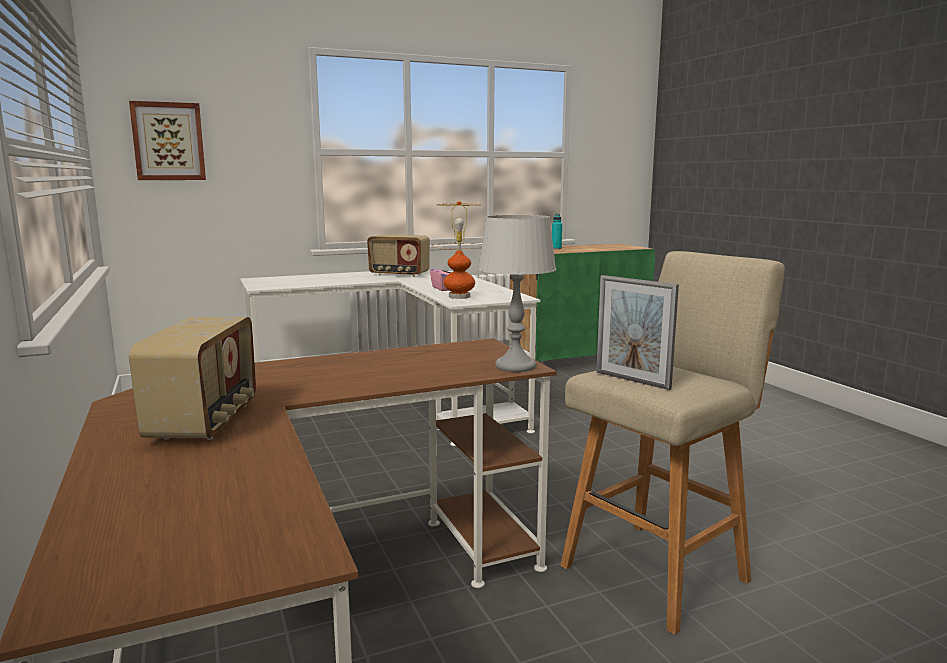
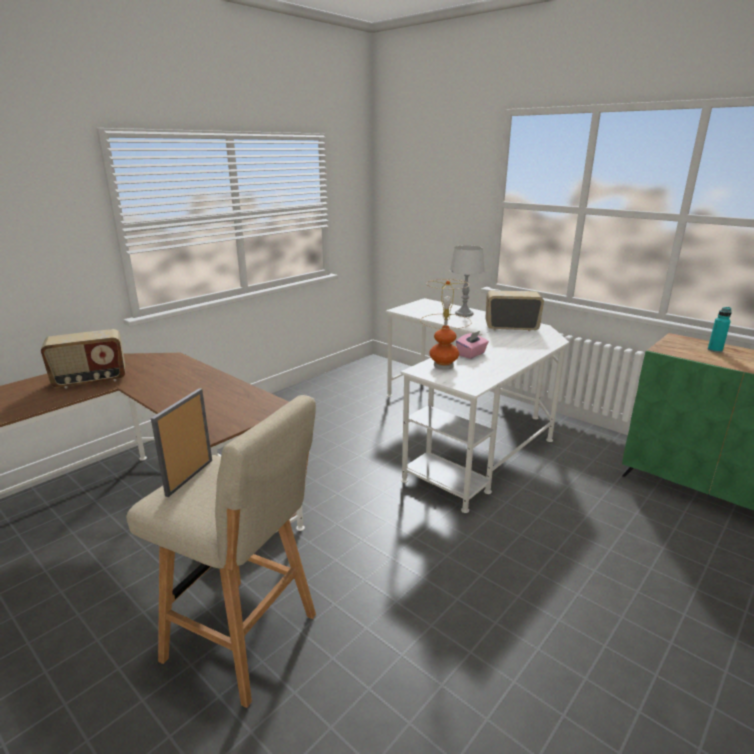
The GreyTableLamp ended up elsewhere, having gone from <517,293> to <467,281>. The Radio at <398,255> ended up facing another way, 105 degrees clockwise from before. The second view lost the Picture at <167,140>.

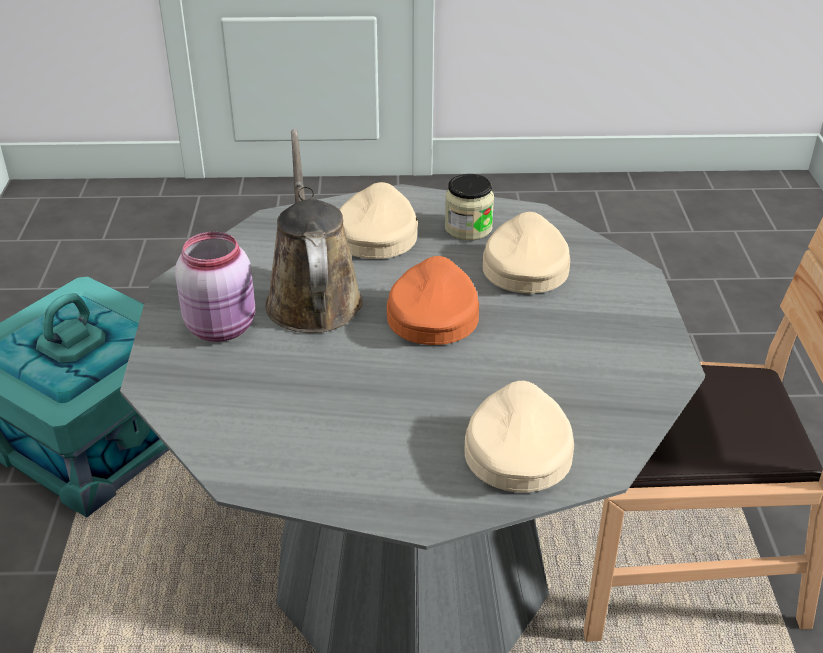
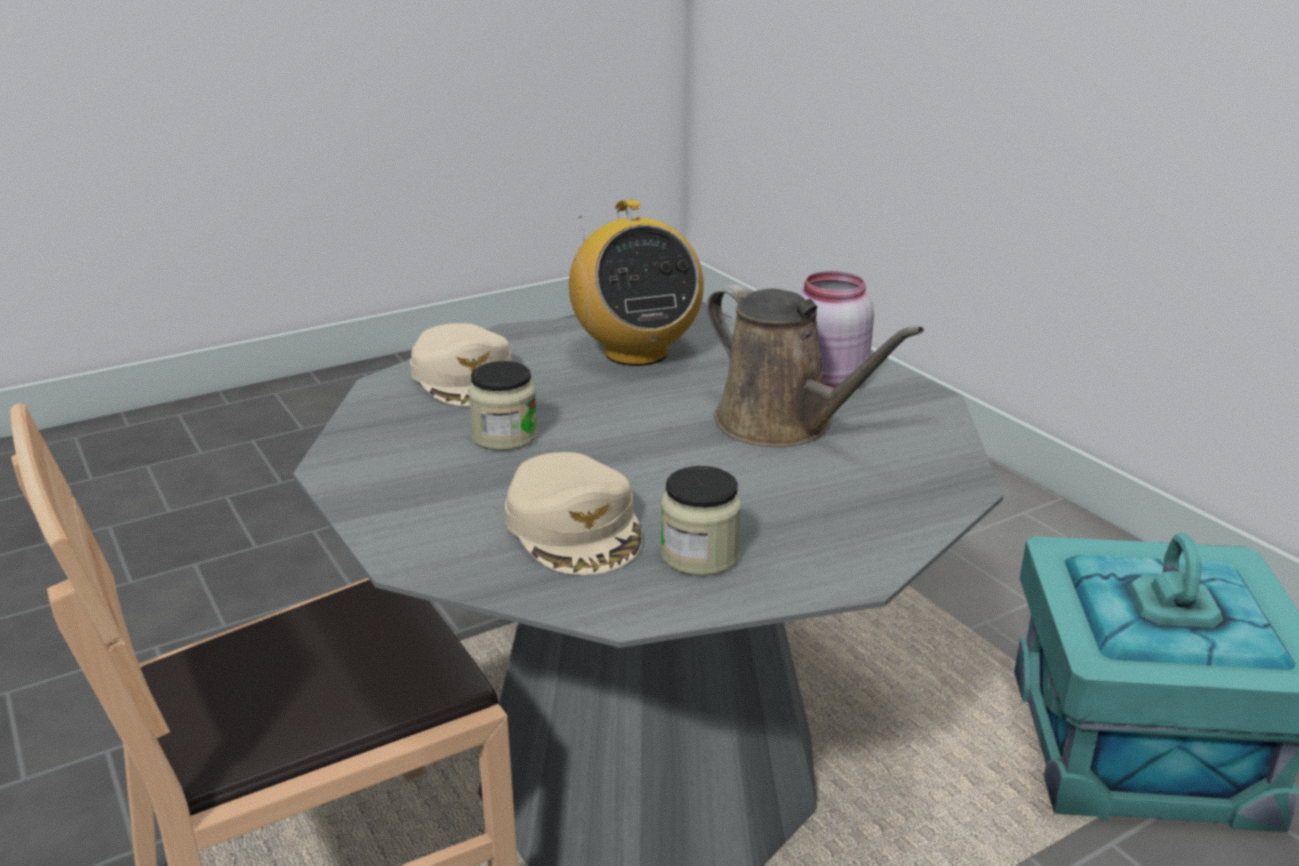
The second view gained the Jar at <503,406>. The second view gained the Radio at <636,282>. The second view lost the BeigeCap at <378,220>. The second view lost the OrangeCap at <433,300>.

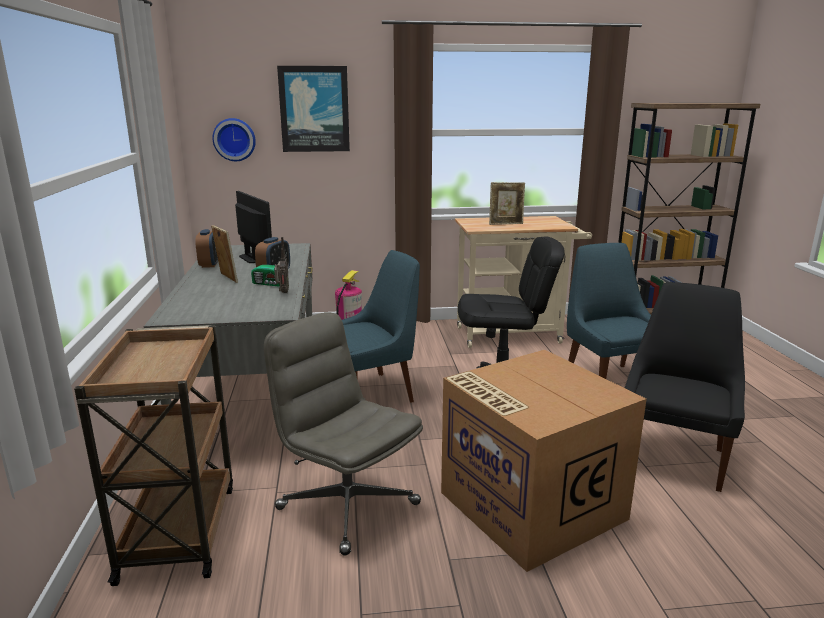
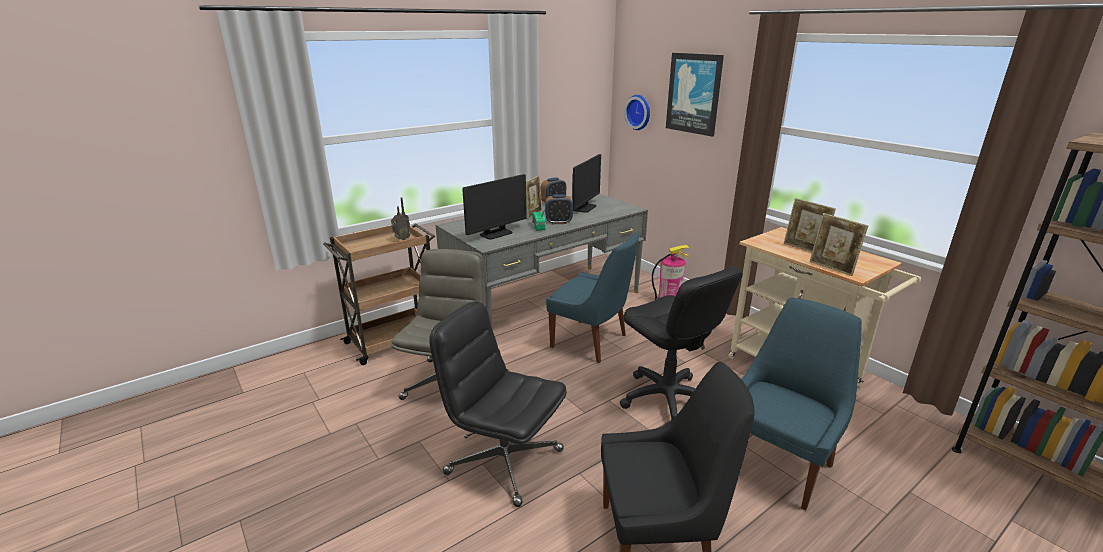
The Radio ended up elsewhere, having gone from <281,265> to <401,218>. Where the CardboardBox stood at <544,461>, the BlackOfficeChair came to stand at <498,404>. The second view gained the Monitor at <494,207>. The second view gained the PictureFrame at <839,244>.

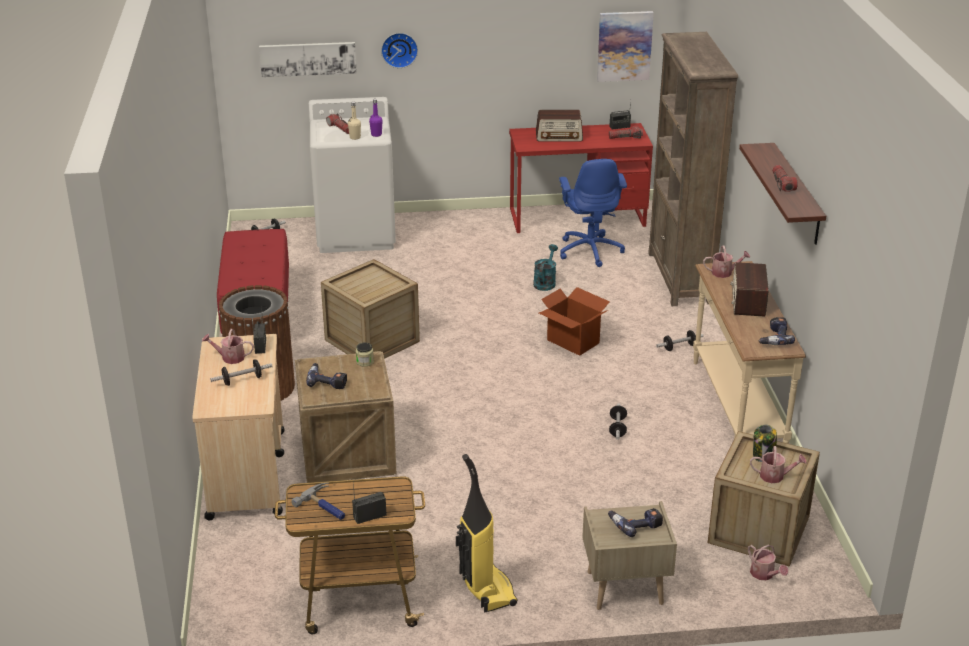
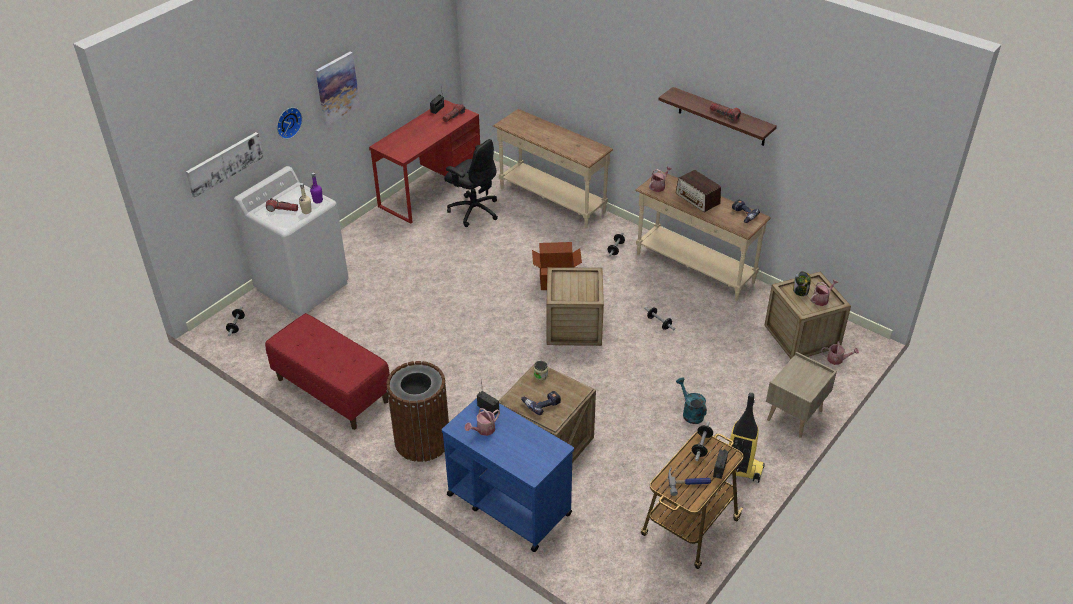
The Picture ended up elsewhere, having gone from <625,46> to <338,89>. What was the BeigeCart at <238,427> turned into the BlueCart at <508,475>. What was the BlueOfficeChair at <593,213> turned into the BlackOfficeChair at <471,183>. Where the BrownBookcase stood at <693,169>, the BeigeConsoleTable came to stand at <553,168>. The Crate ended up elsewhere, having gone from <370,309> to <575,306>. The TurquoiseWateringCan ended up elsewhere, having gone from <545,267> to <691,401>. The Dumbbell ended up elsewhere, having gone from <241,372> to <702,441>. The second view lost the Radio at <559,126>. The second view lost the PowerDrill at <635,522>.

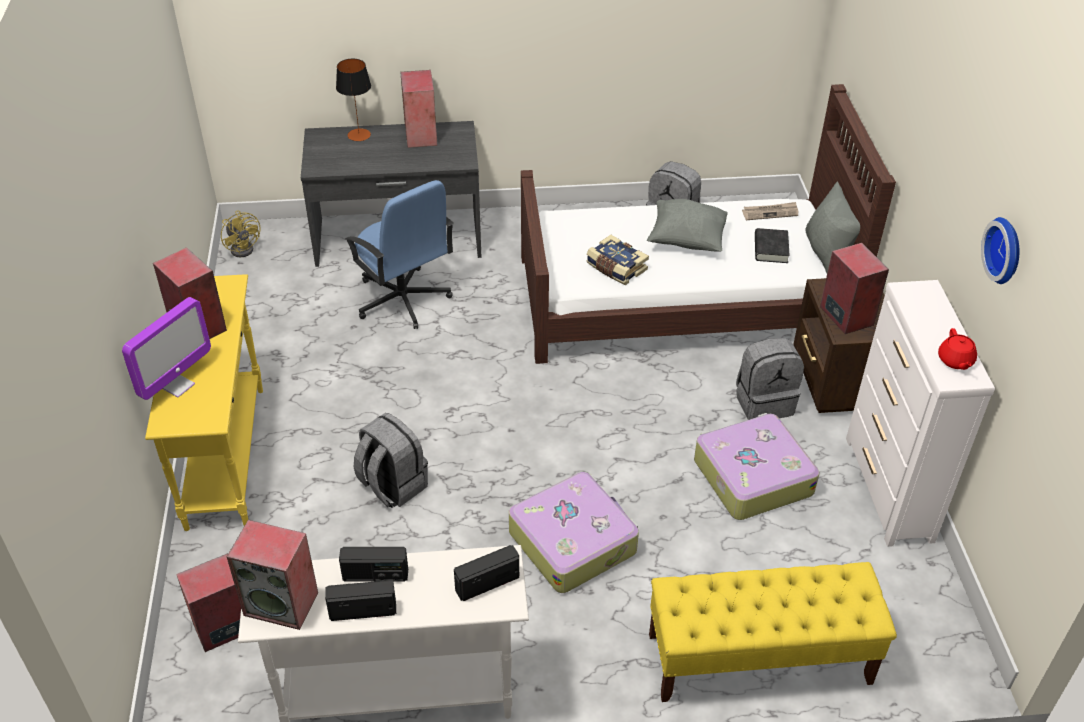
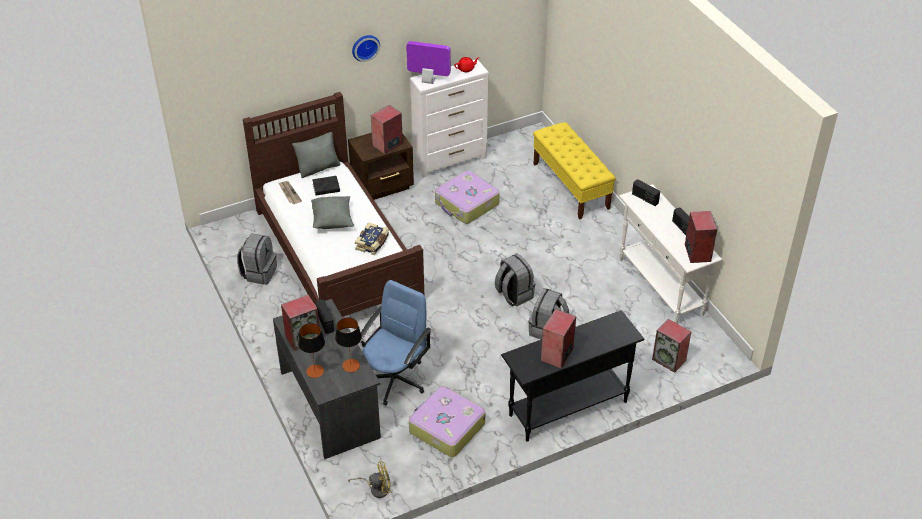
The Radio ended up elsewhere, having gone from <373,564> to <325,317>. The second view gained the TableLamp at <348,345>. The YellowFan at <241,234> ended up facing another way, 45 degrees clockwise from before. The WallClock ended up elsewhere, having gone from <1000,250> to <366,48>. The Monitor ended up elsewhere, having gone from <166,348> to <428,62>. The Suitcase ended up elsewhere, having gone from <574,532> to <447,421>. The GreyBackpack ended up elsewhere, having gone from <770,379> to <515,280>. What was the YellowConsoleTable at <204,402> turned into the BlackConsoleTable at <573,376>.

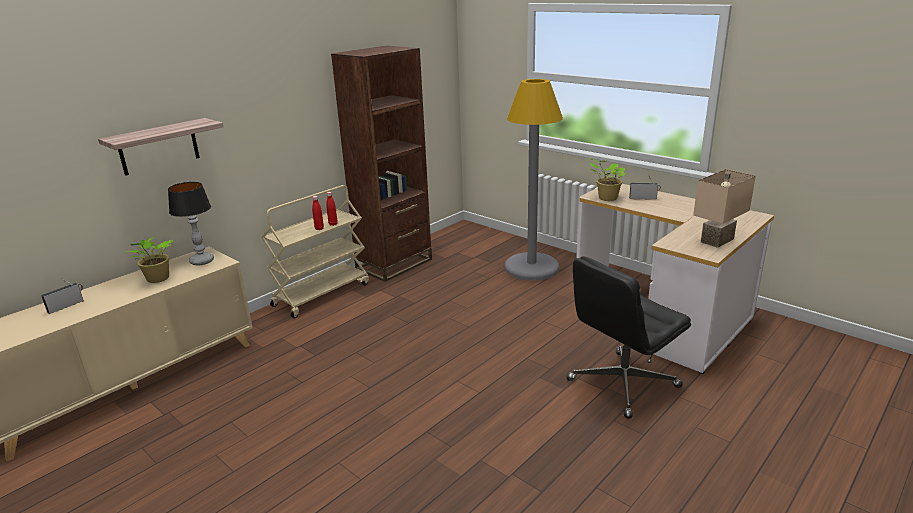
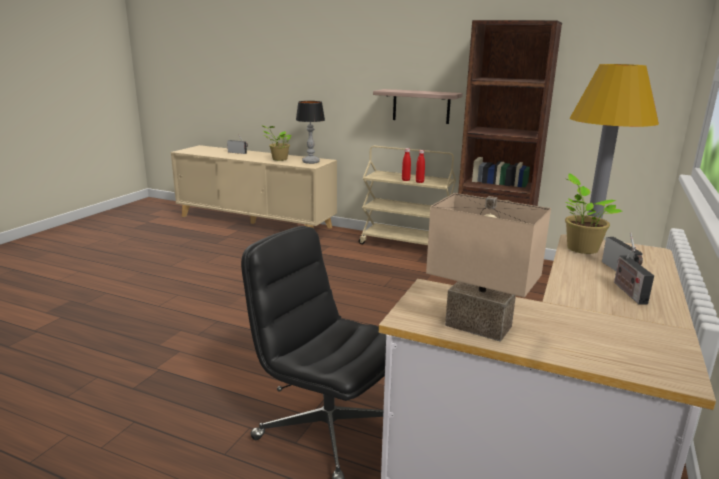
The Shelf ended up elsewhere, having gone from <161,147> to <418,106>. The second view gained the Radio at <634,275>.

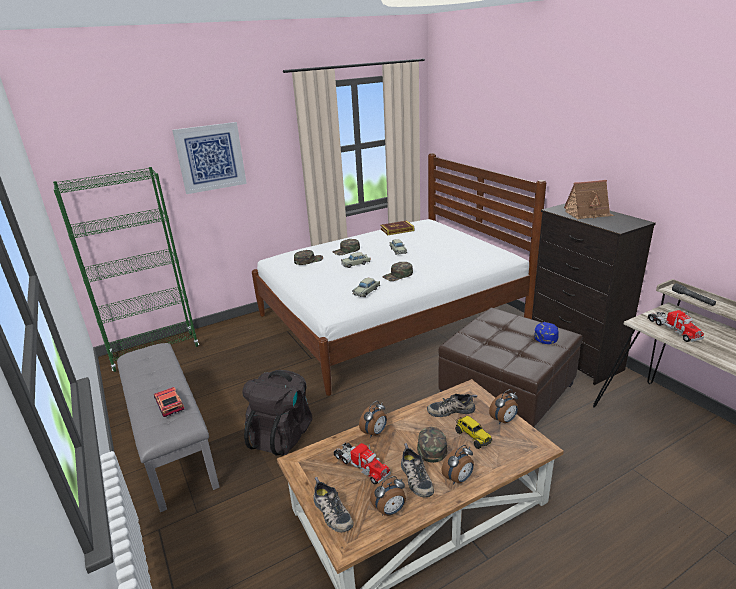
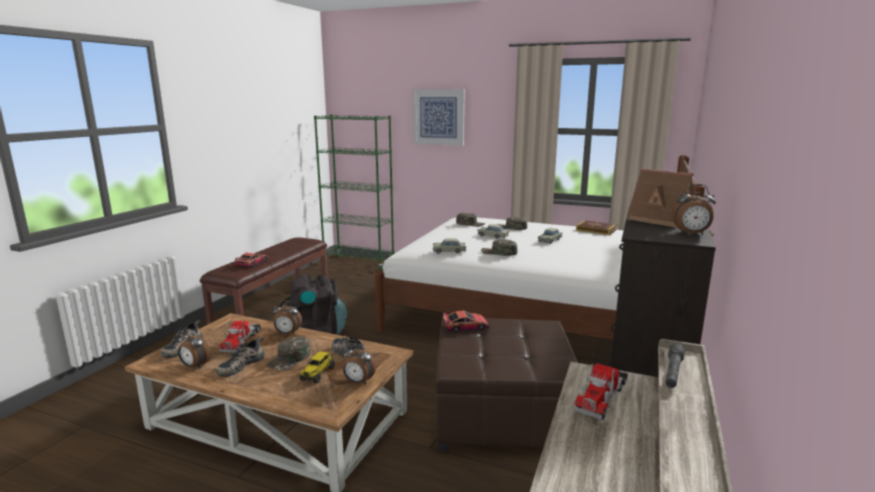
What was the GreyBench at <168,427> turned into the BrownBench at <264,281>. The GreenCap at <432,445> ended up facing another way, 150 degrees clockwise from before. The second view gained the ToyCar at <466,321>. The AlarmClock ended up elsewhere, having gone from <457,464> to <694,209>. The second view lost the BlueCap at <546,333>.

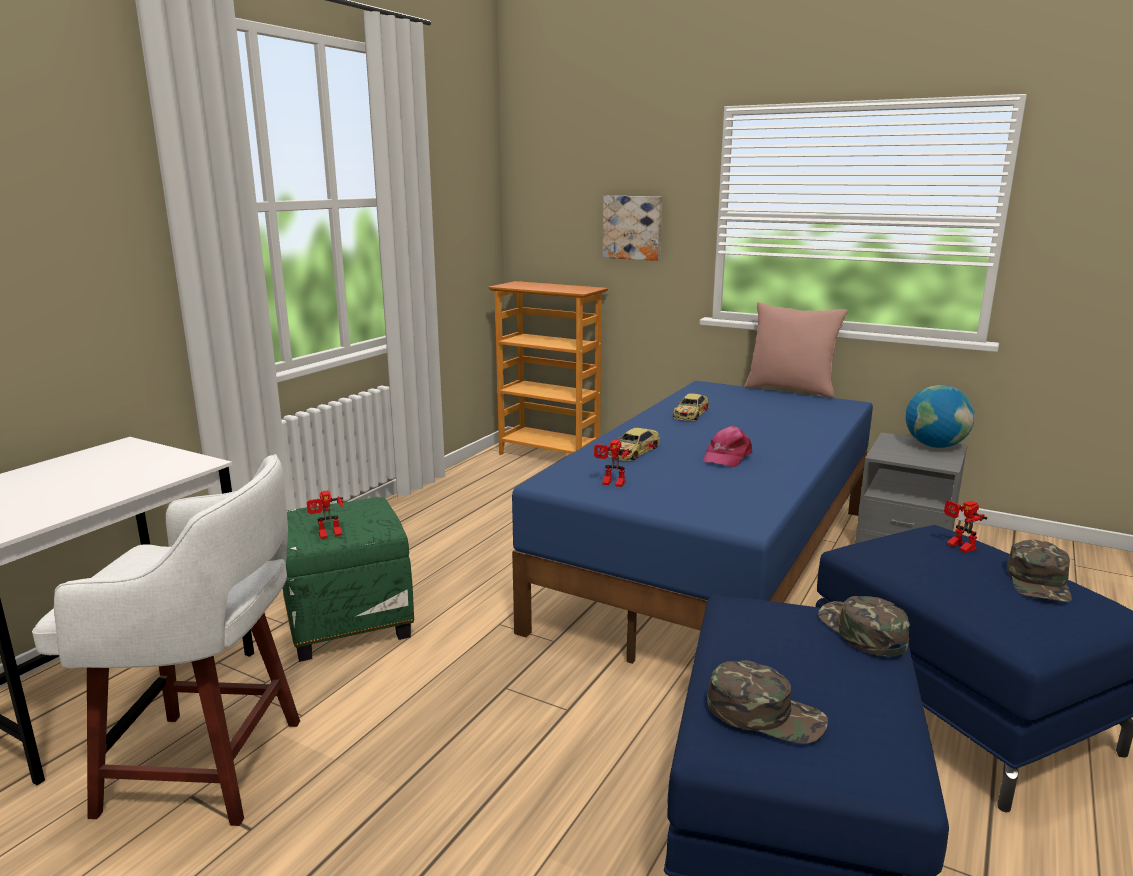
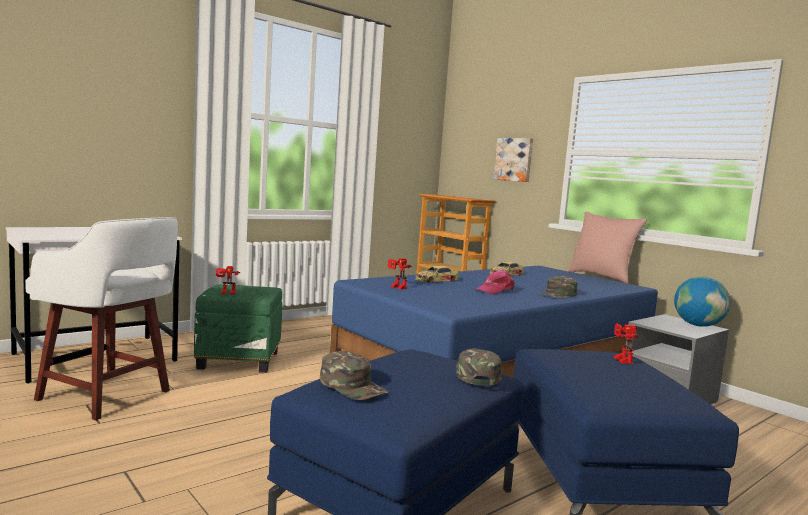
The GreenCap ended up elsewhere, having gone from <1039,571> to <558,287>.

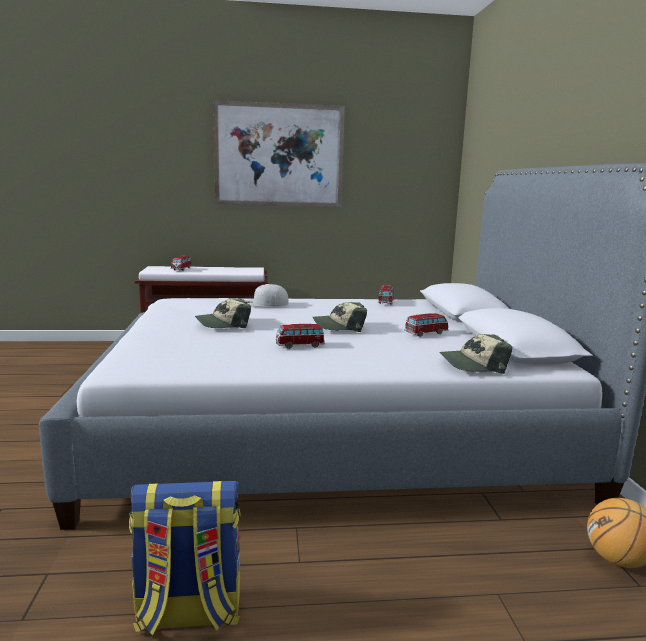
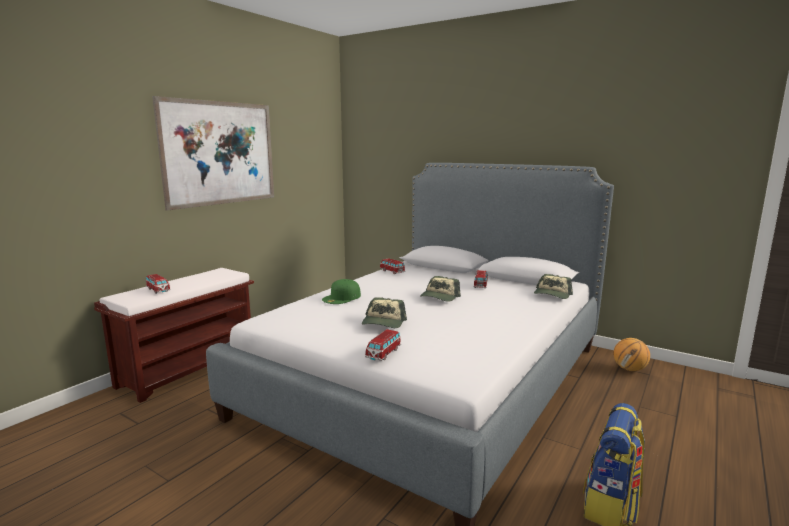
What was the WhiteCap at <266,295> turned into the GreenCap at <341,291>. The ToyCar ended up elsewhere, having gone from <300,336> to <383,345>.

